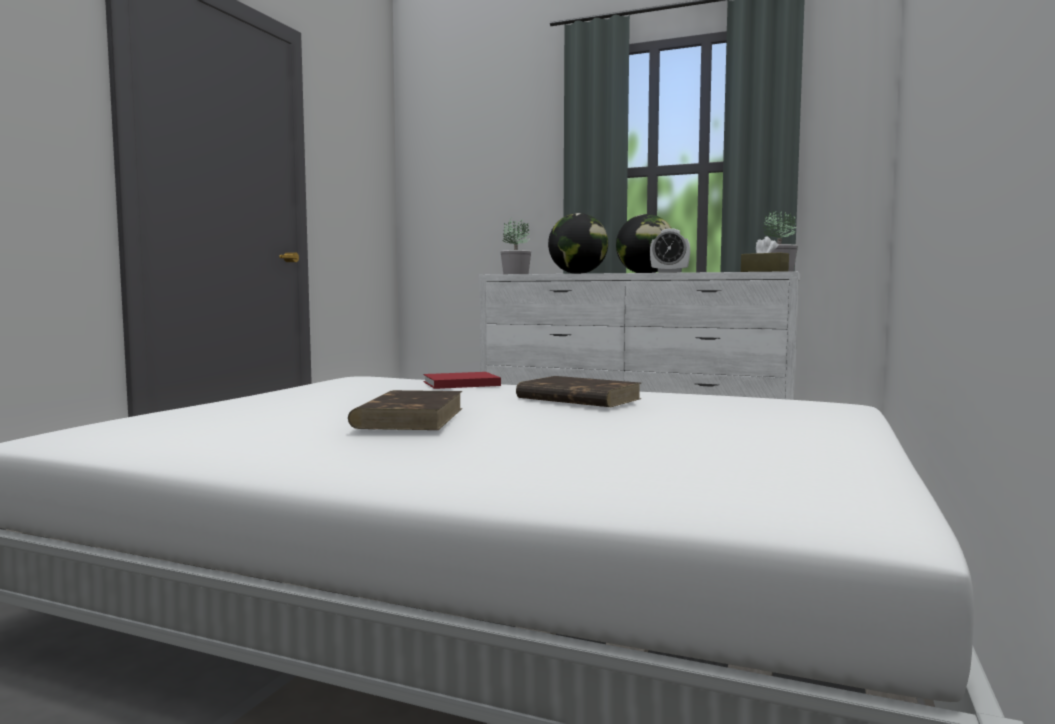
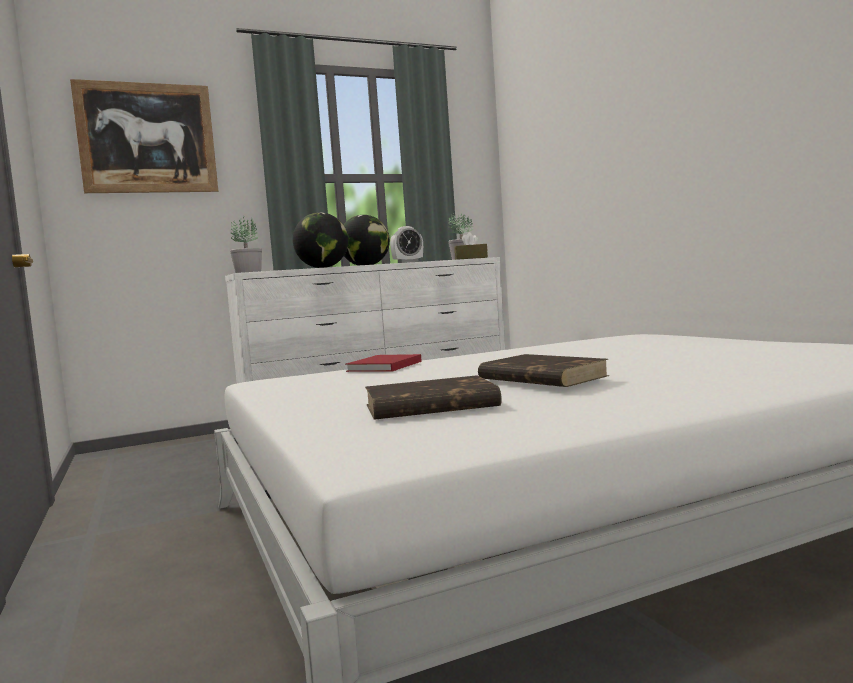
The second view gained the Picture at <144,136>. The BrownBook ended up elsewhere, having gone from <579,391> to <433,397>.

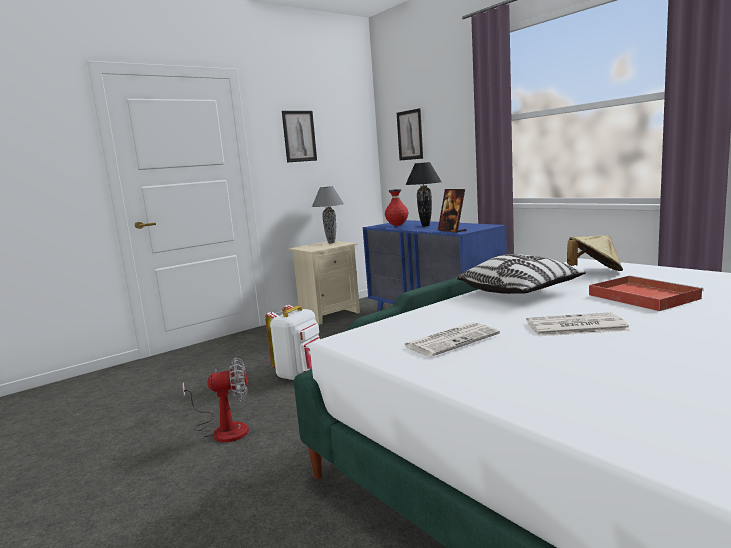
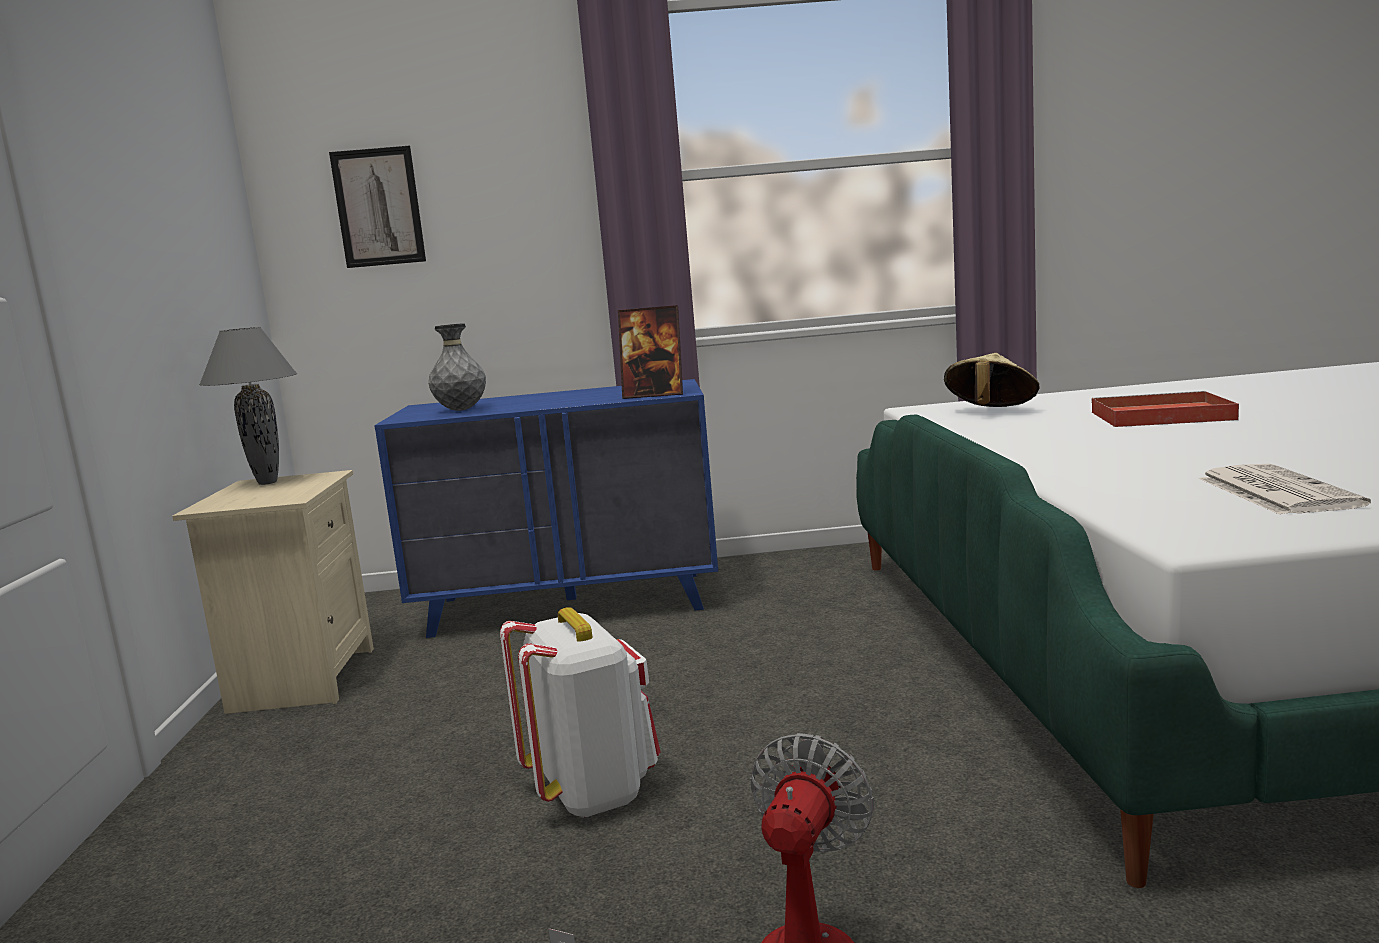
What was the RedVase at <396,207> turned into the GreyVase at <457,367>. The second view lost the Picture at <299,136>. The second view lost the BlackTableLamp at <423,194>. The second view lost the Pillow at <521,274>. The second view lost the Newspaper at <578,324>.

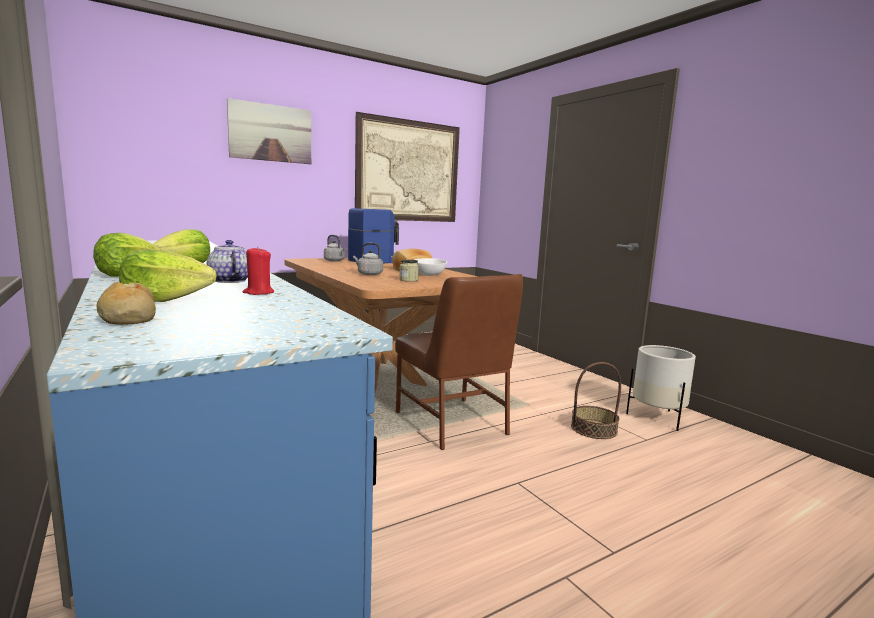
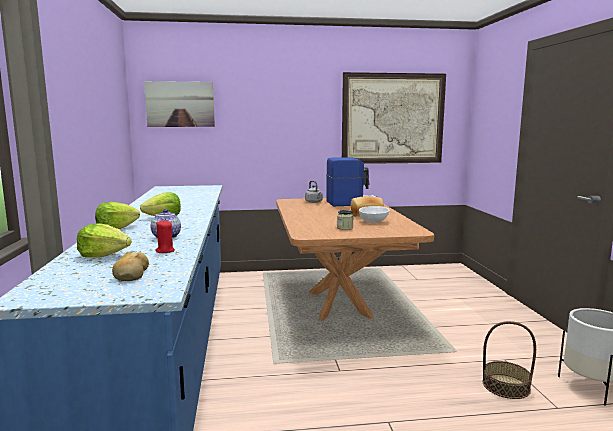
The Bread ended up elsewhere, having gone from <126,303> to <130,266>. The Picture ended up elsewhere, having gone from <269,131> to <179,104>. The second view lost the GreyKettle at <368,259>. The second view lost the BrownChair at <459,362>.

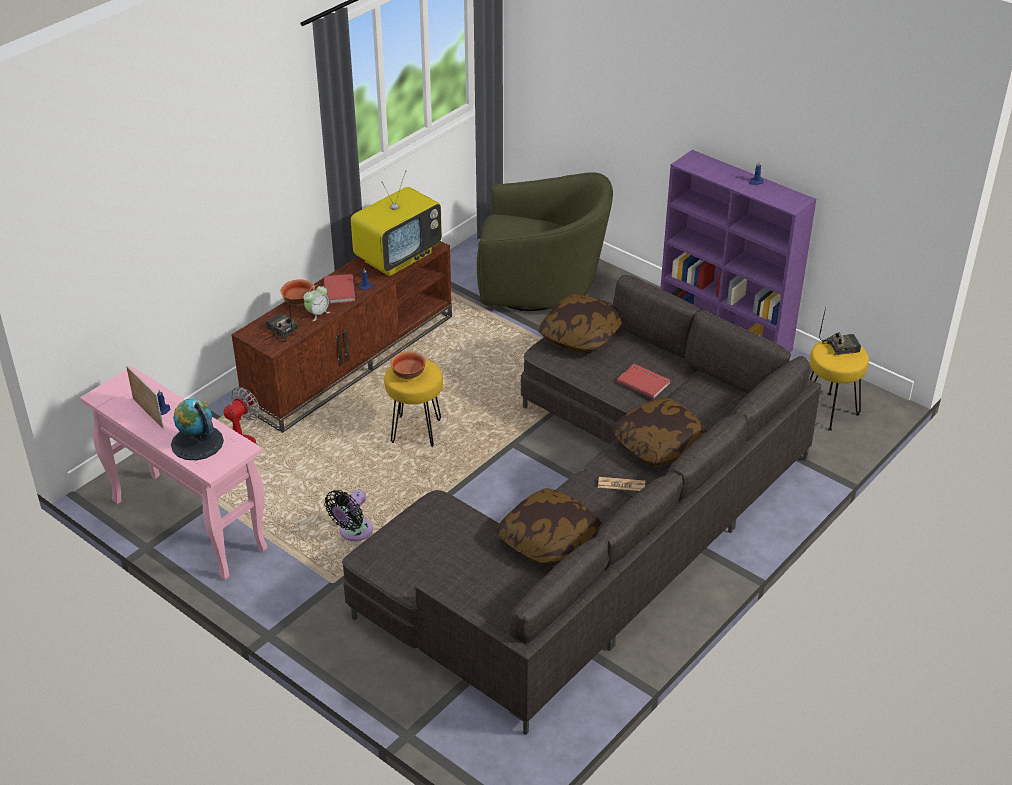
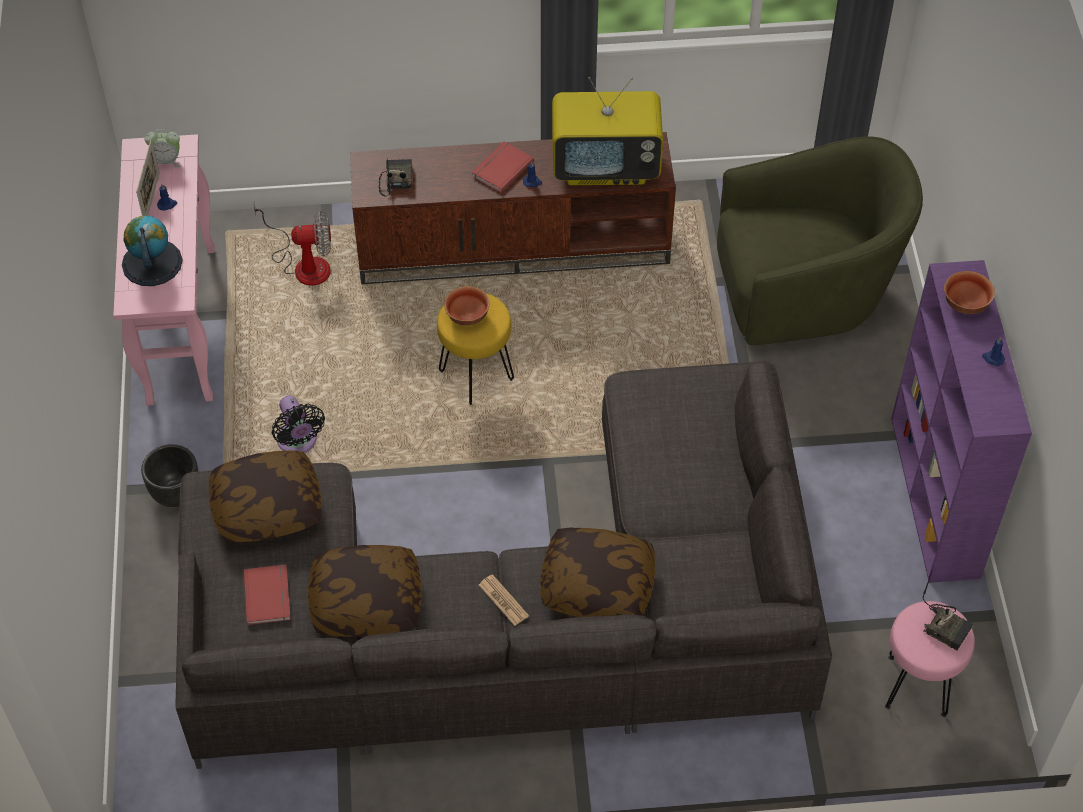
The second view gained the BlackPlanter at <169,475>. The AlarmClock ended up elsewhere, having gone from <316,303> to <163,148>. The Pillow ended up elsewhere, having gone from <580,323> to <265,497>. The RedBook ended up elsewhere, having gone from <643,381> to <267,594>. The BlackFan at <349,515> ended up facing another way, 105 degrees counterclockwise from before. The GreenArmchair at <545,241> ended up facing another way, 60 degrees counterclockwise from before. What was the YellowStool at <839,386> turned into the PinkStool at <930,659>. The Bowl ended up elsewhere, having gone from <298,292> to <969,292>.

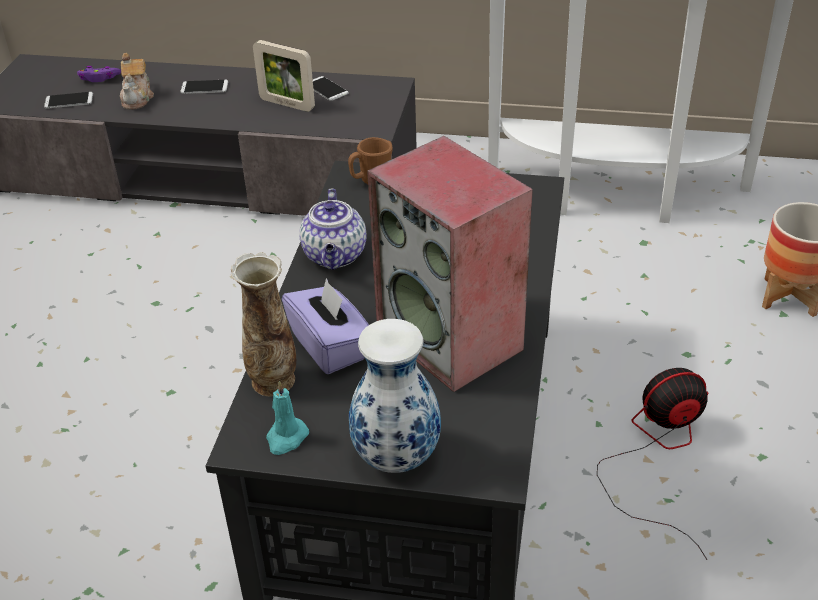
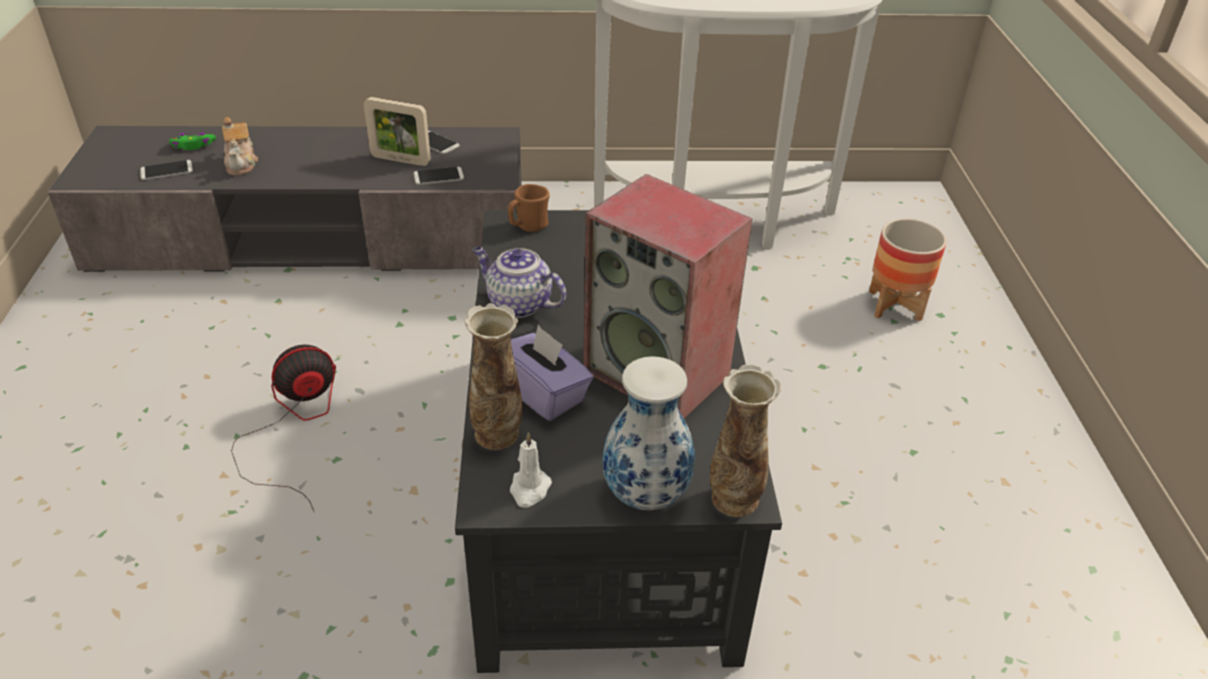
What was the PurpleGameController at <99,74> turned into the GreenGameController at <192,141>. The Fan ended up elsewhere, having gone from <652,464> to <283,428>. The Phone ended up elsewhere, having gone from <204,87> to <438,176>. The Teapot at <333,229> ended up facing another way, 135 degrees clockwise from before. What was the TurquoiseCandle at <287,418> turned into the WhiteCandle at <531,470>. The second view gained the Vase at <745,440>.

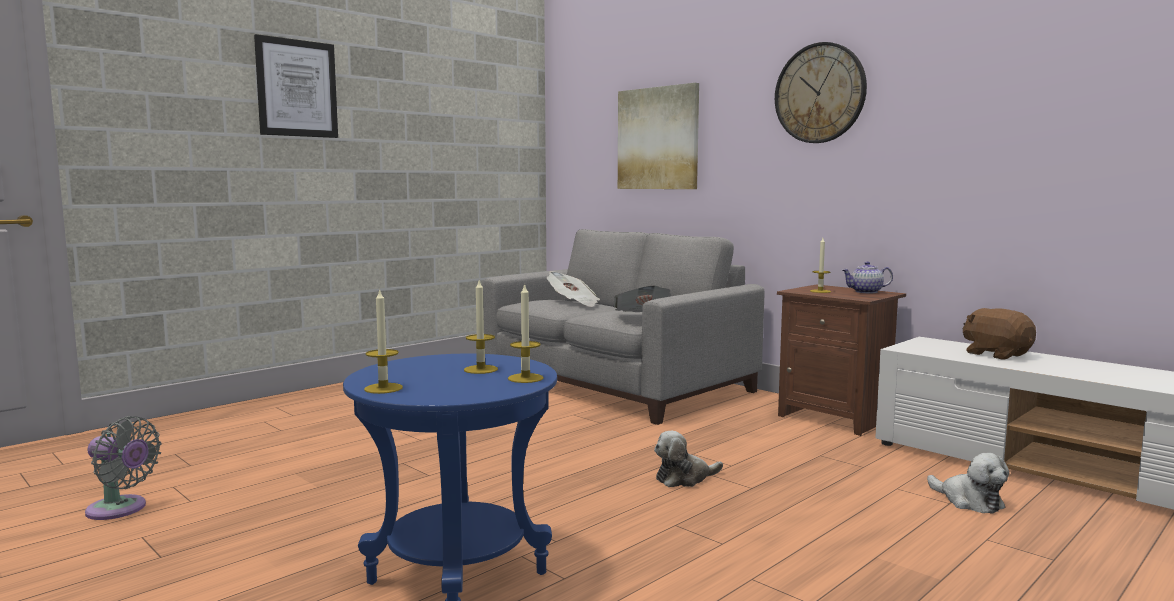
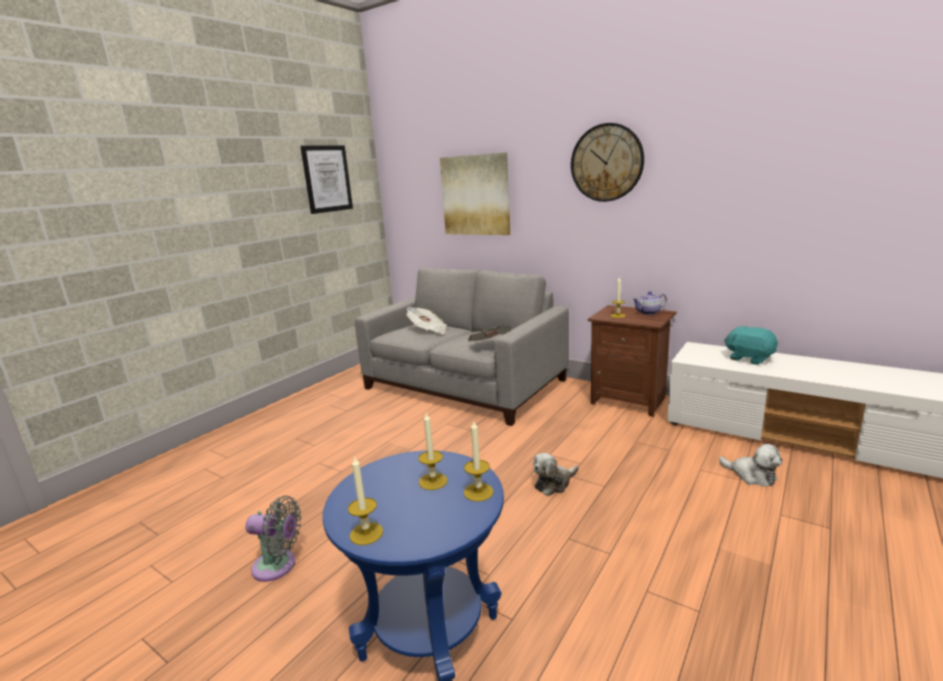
The GreyFan ended up elsewhere, having gone from <123,468> to <273,539>. The Picture ended up elsewhere, having gone from <296,86> to <326,179>. What was the BrownPlushToy at <999,334> turned into the TurquoisePlushToy at <751,345>.

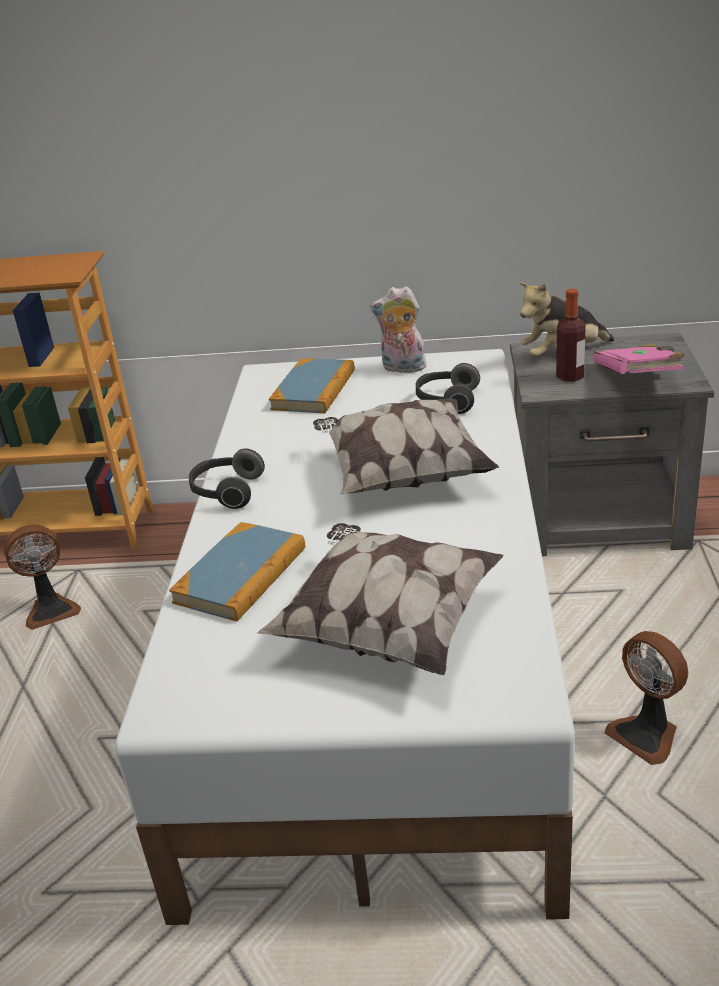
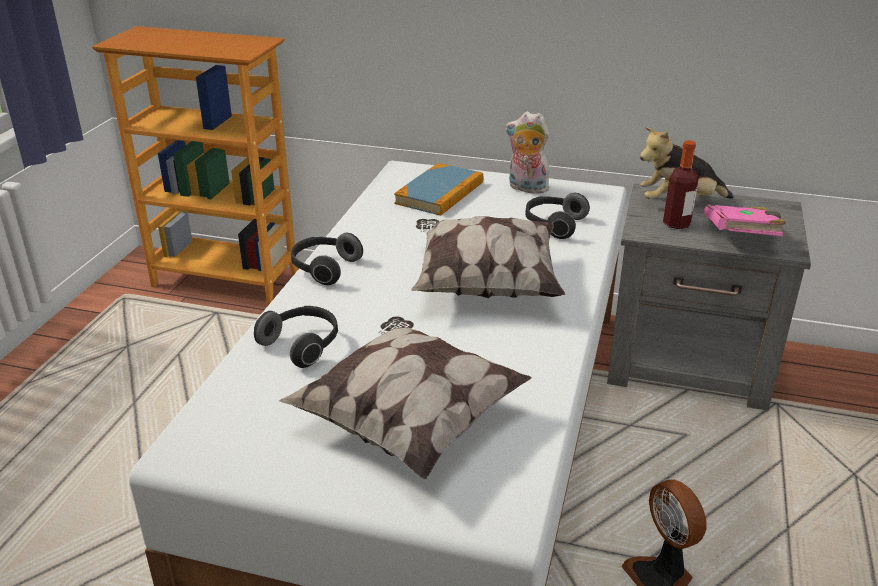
Where the Book stood at <237,572>, the Headphones came to stand at <296,337>. The second view lost the Fan at <42,577>.

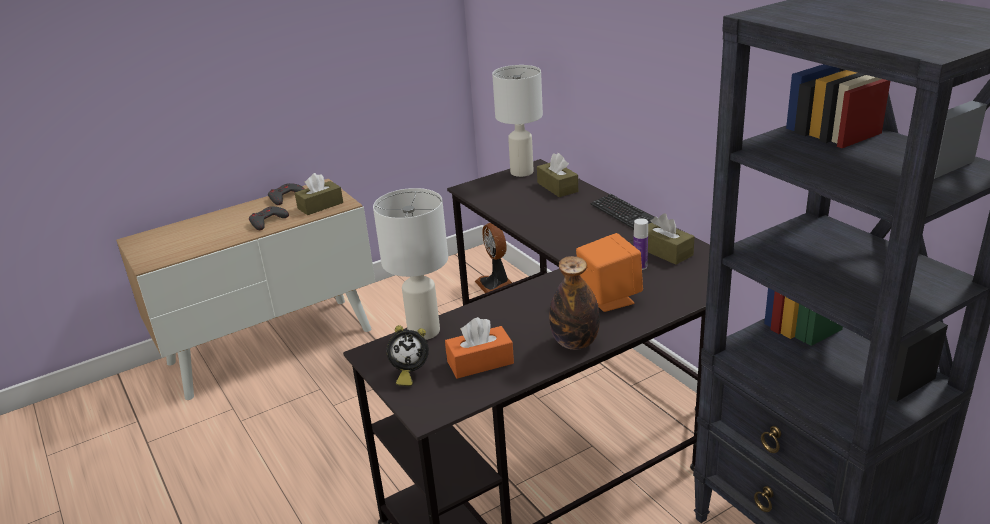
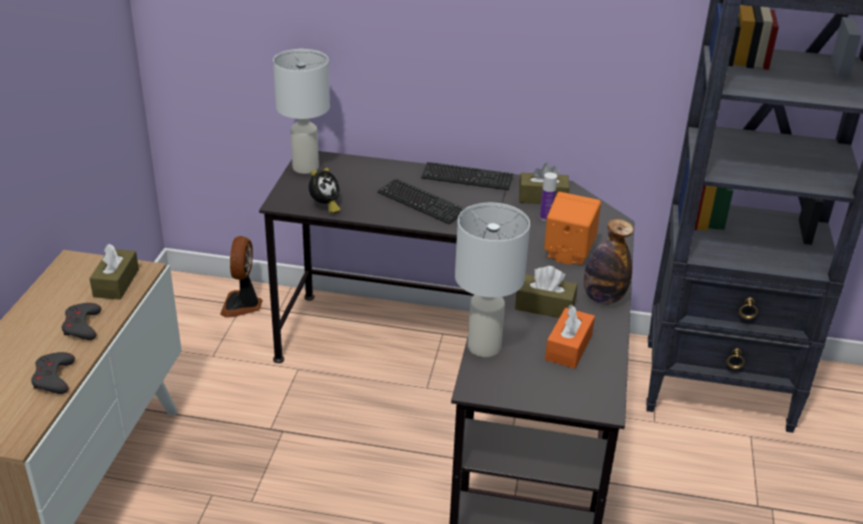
The GreyGameController ended up elsewhere, having gone from <286,194> to <53,373>. The Fan at <493,258> ended up facing another way, 75 degrees clockwise from before. The AlarmClock ended up elsewhere, having gone from <408,355> to <325,191>. The second view gained the Keyboard at <421,201>. The BrownTissueBox ended up elsewhere, having gone from <557,175> to <546,292>.

